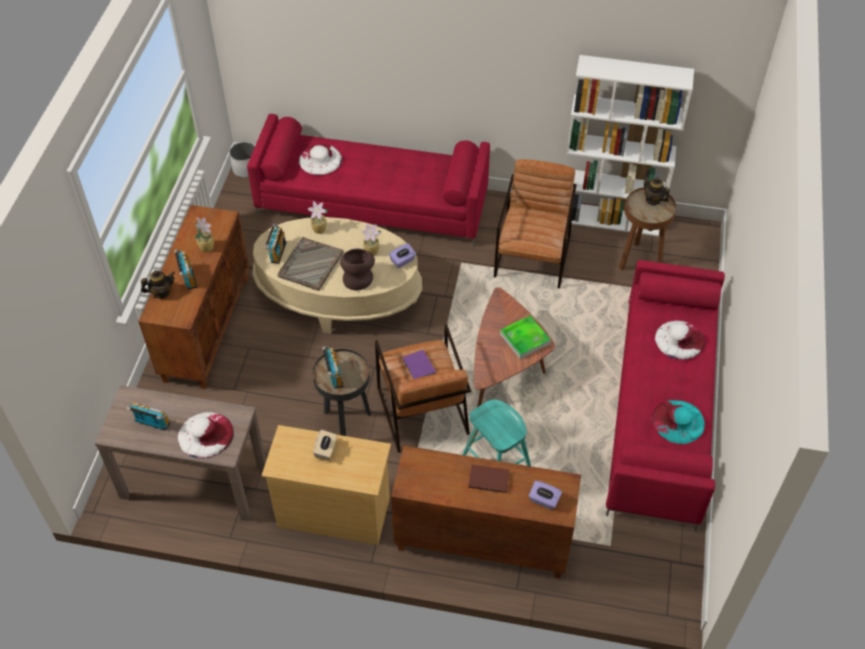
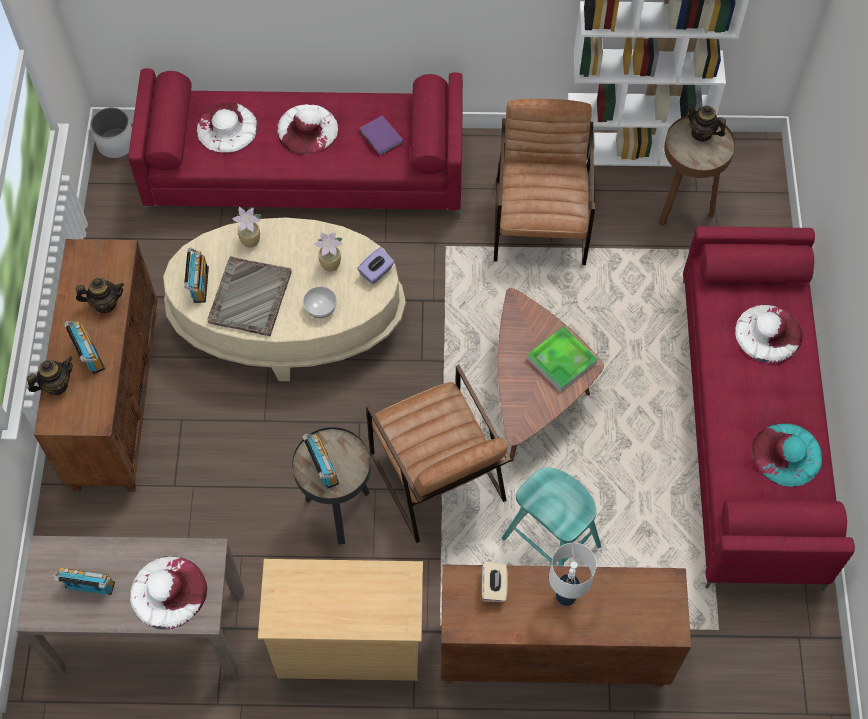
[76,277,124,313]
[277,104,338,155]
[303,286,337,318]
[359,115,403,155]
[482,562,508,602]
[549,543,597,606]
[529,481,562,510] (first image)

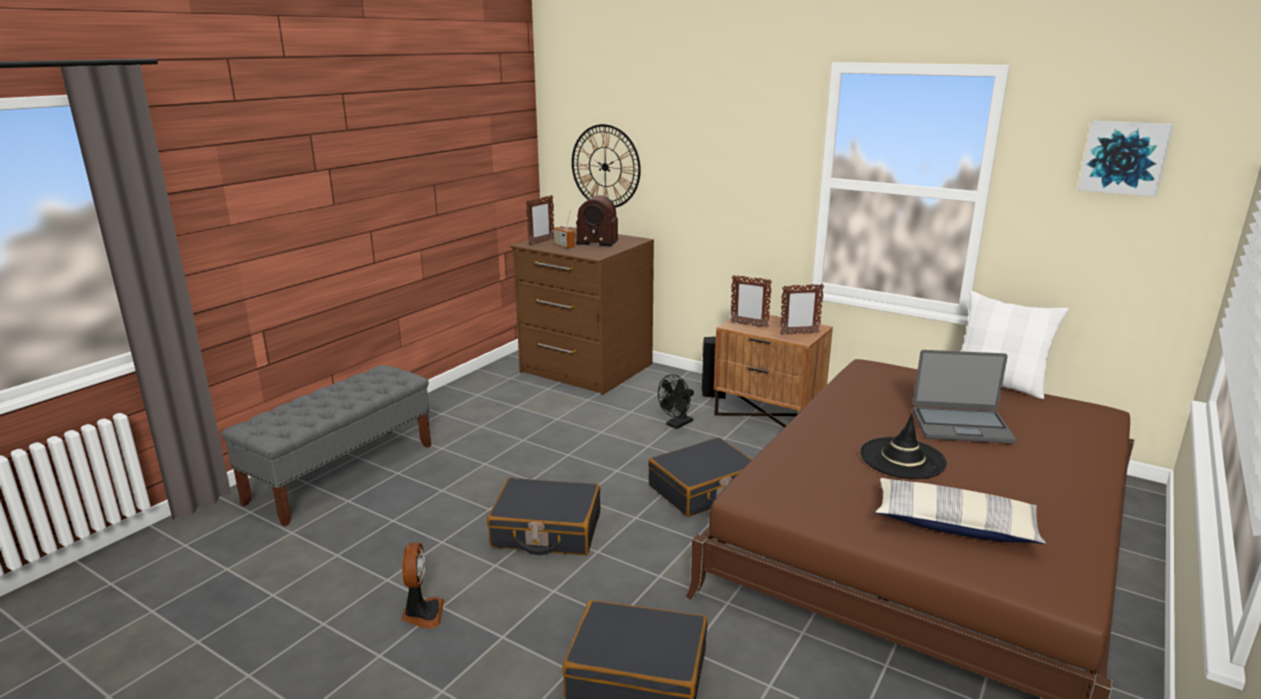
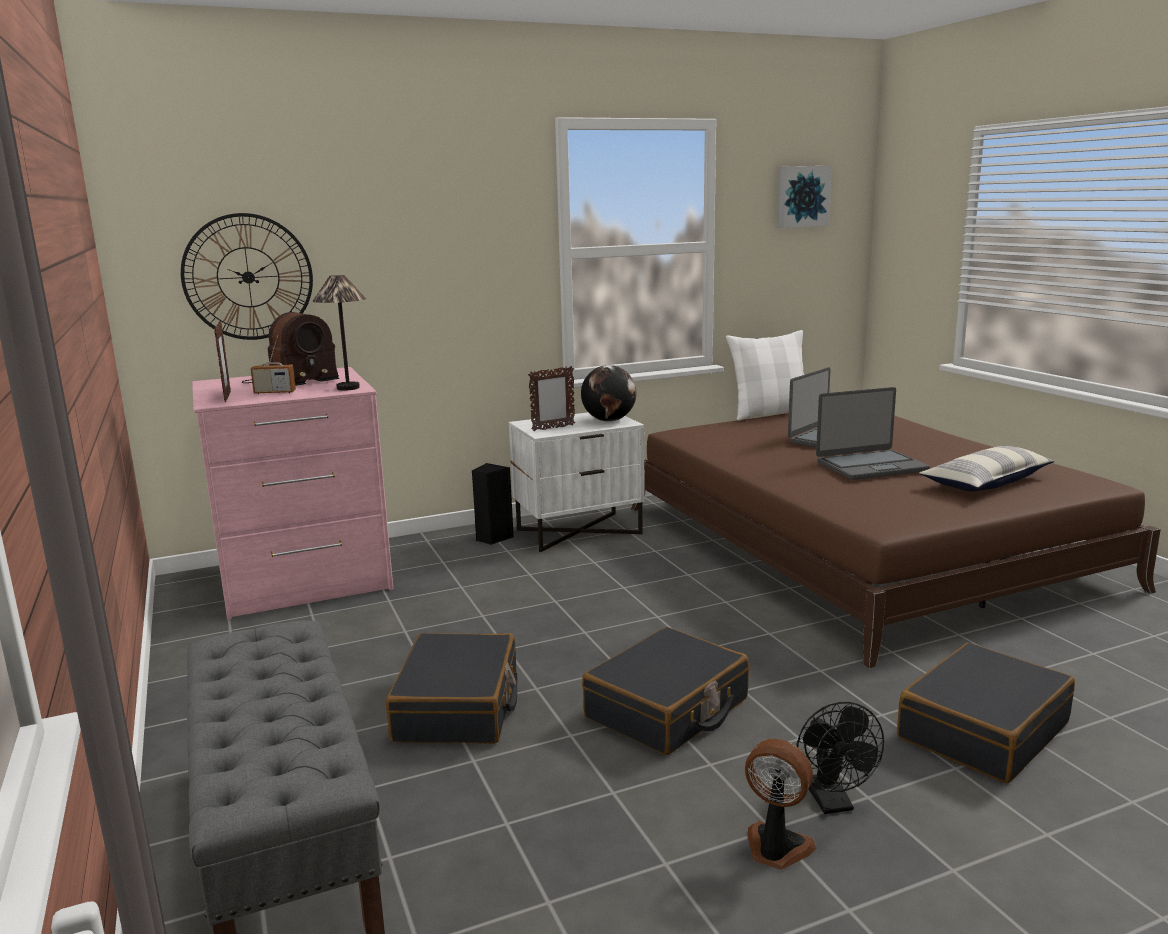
[192,367,393,620]
[313,275,366,391]
[386,633,517,744]
[509,412,645,552]
[581,365,636,422]
[796,702,884,814]
[816,387,930,480]

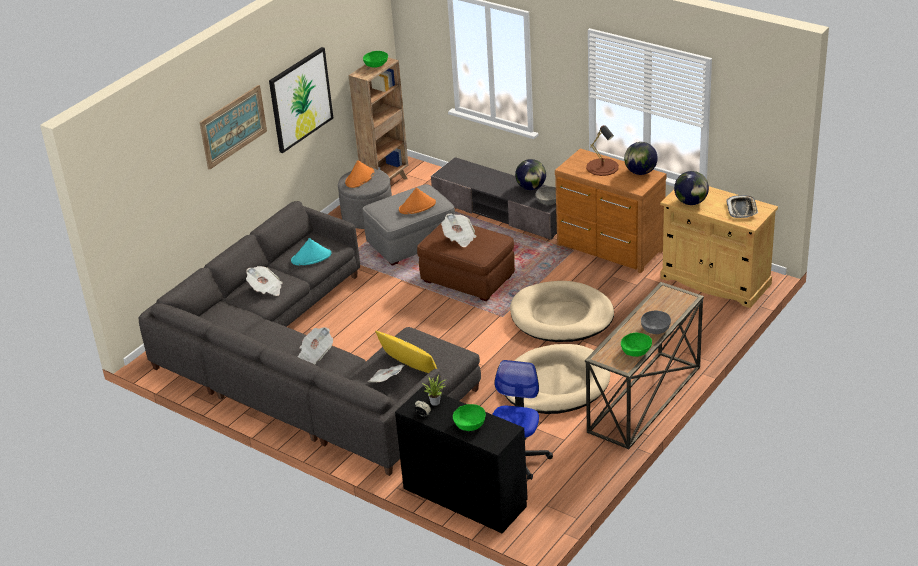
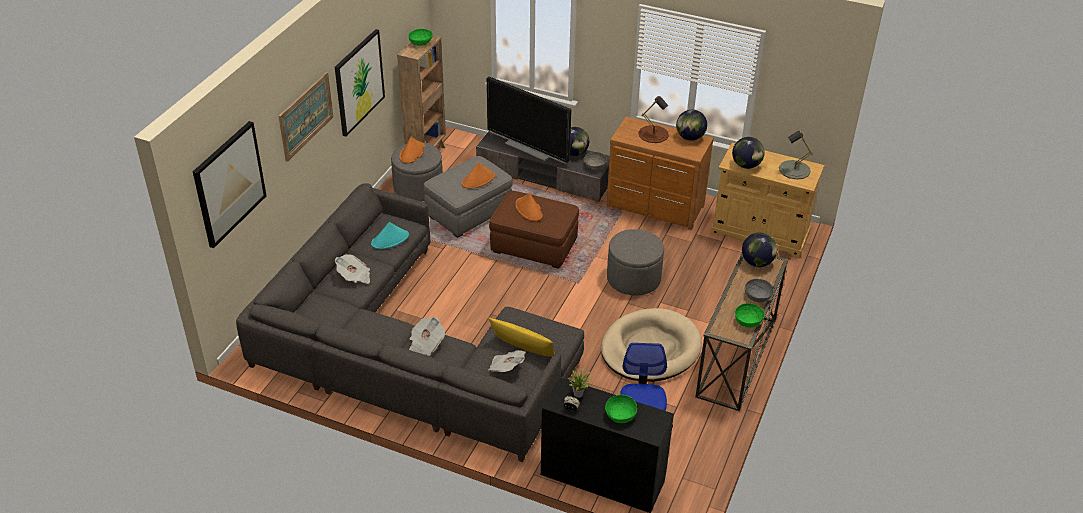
[193,121,267,248]
[486,77,571,164]
[515,193,543,222]
[607,229,664,296]
[742,232,777,267]
[779,131,813,179]

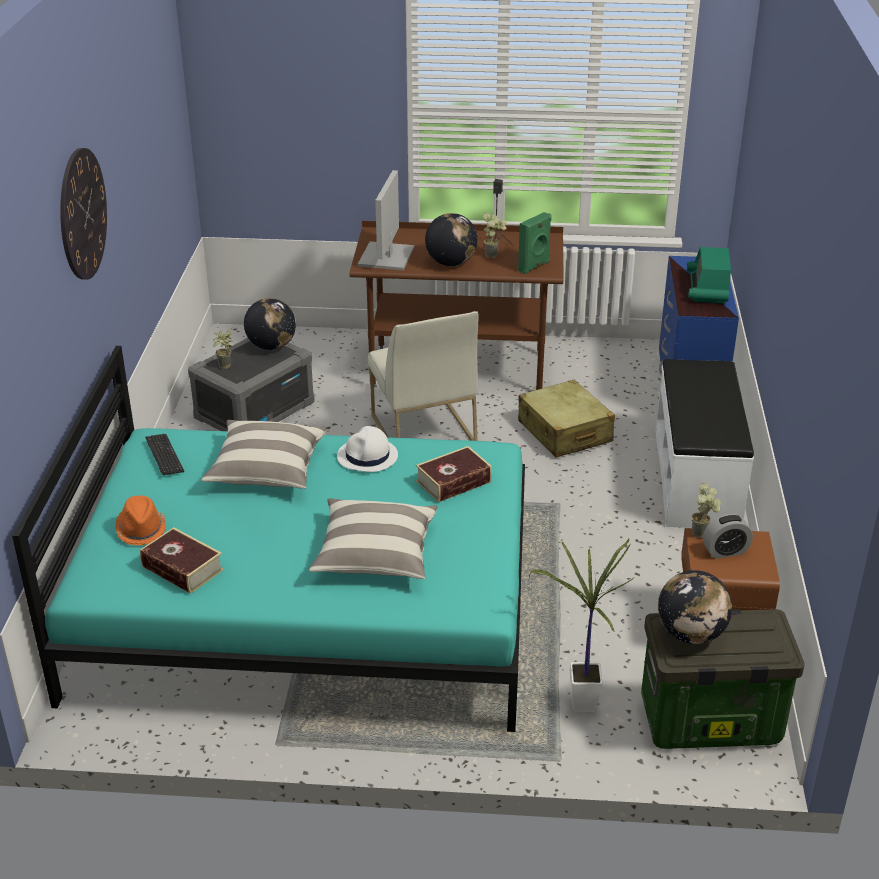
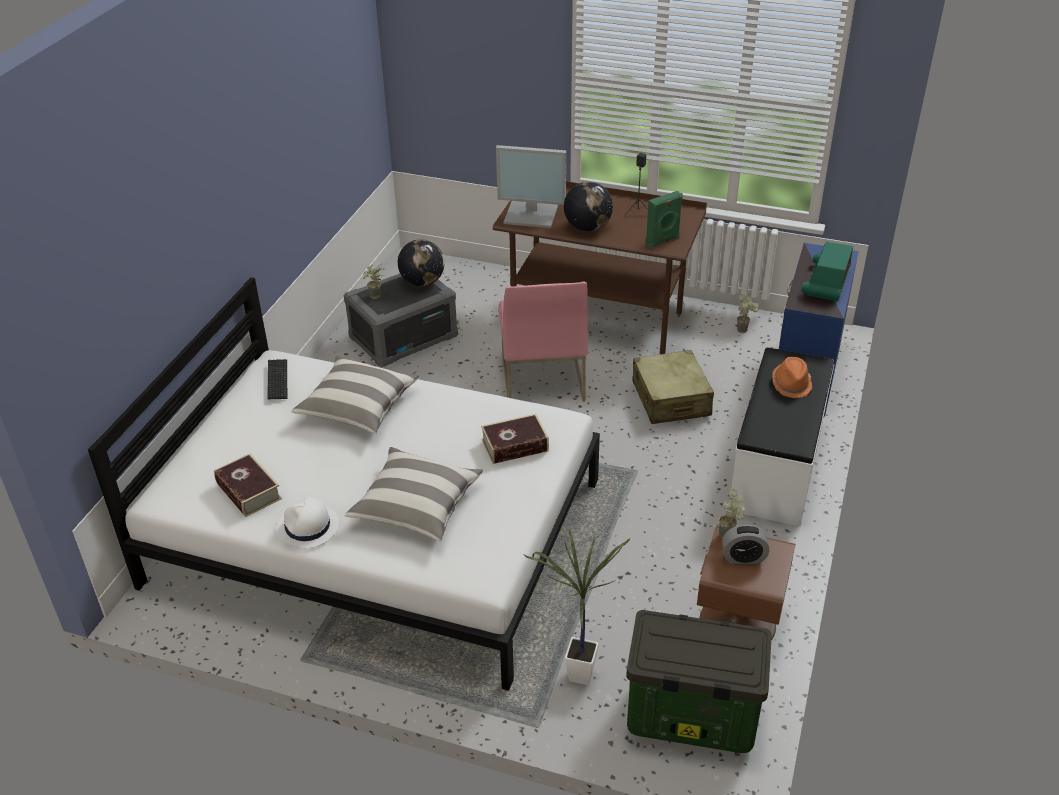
[88,277,600,691]
[276,497,339,549]
[496,145,566,228]
[498,281,588,402]
[737,294,759,333]
[772,357,812,398]
[60,148,107,280] (first image)
[658,570,732,644] (first image)

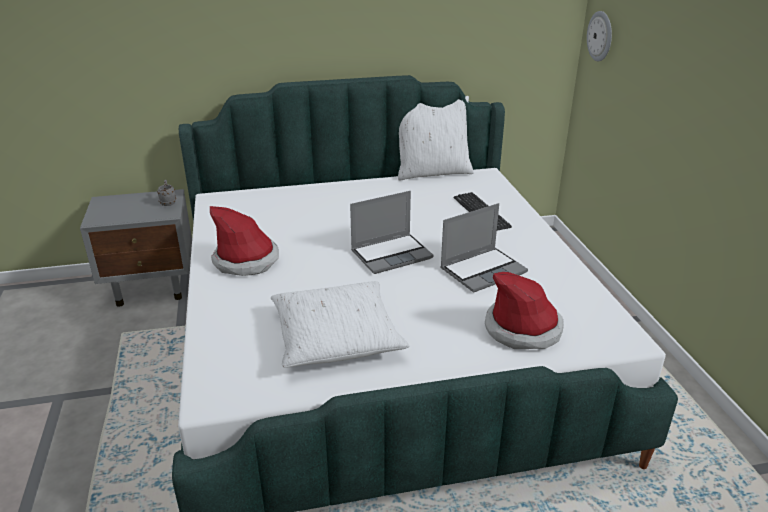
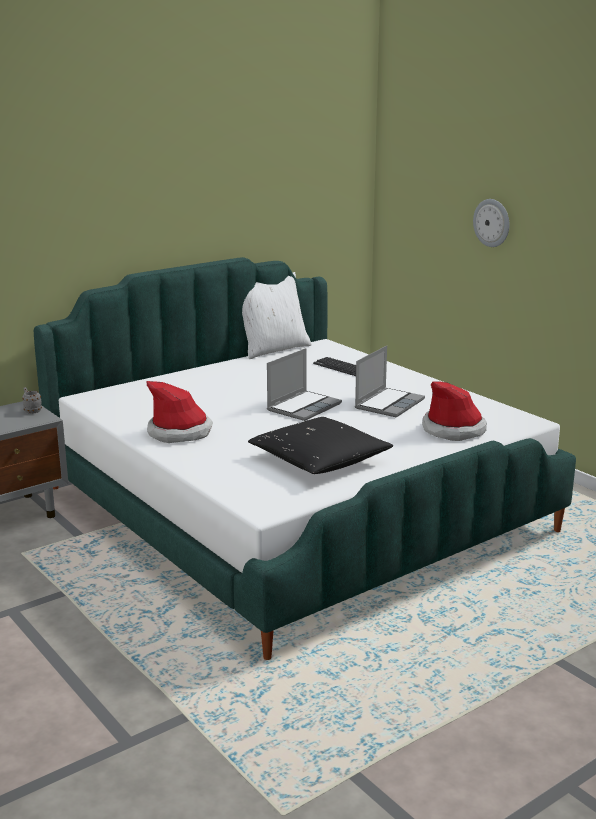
[248,417,393,474]
[473,199,510,247]

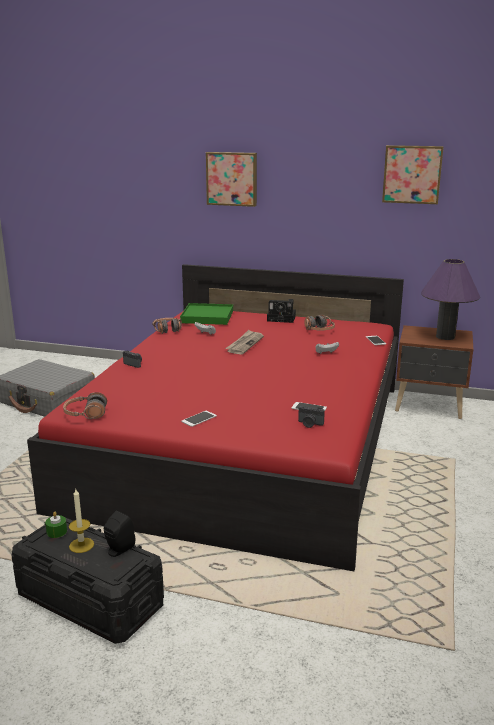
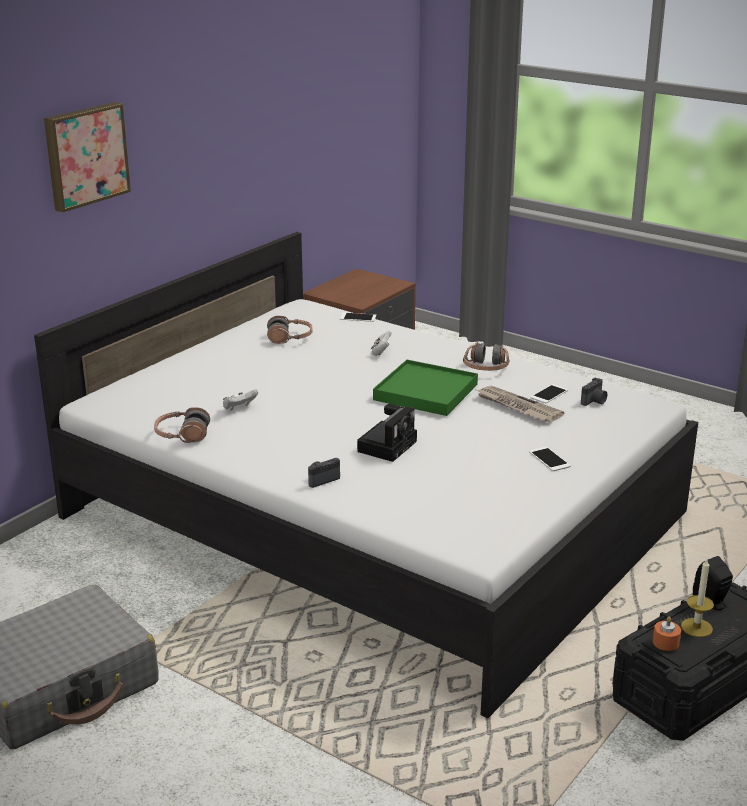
[34,232,698,718]
[357,404,417,462]
[373,360,478,416]
[463,342,509,371]
[477,386,565,423]
[653,617,681,651]
[382,145,444,204] (first image)
[421,259,480,340] (first image)

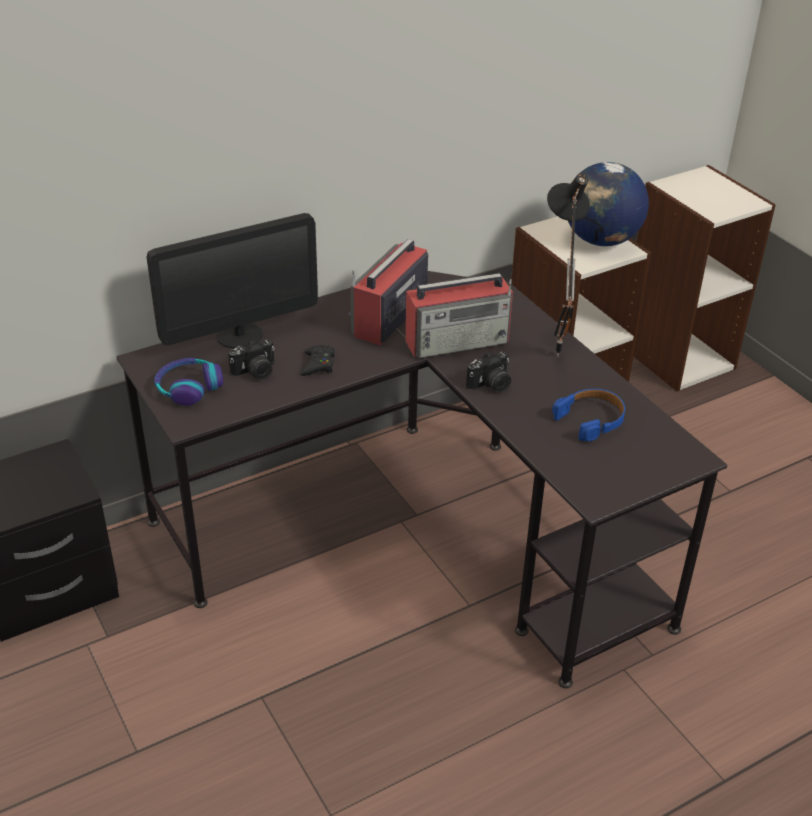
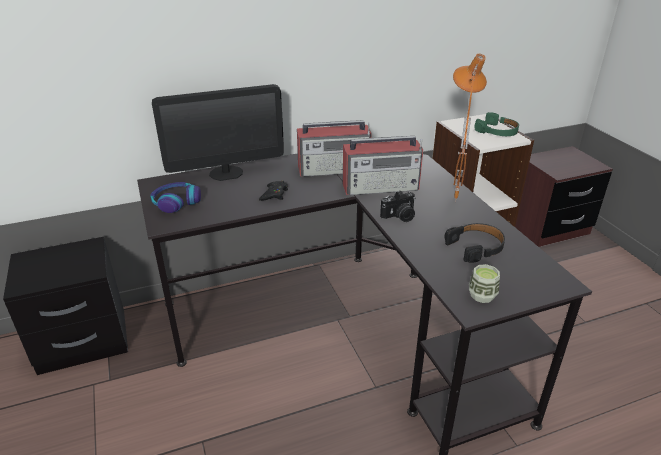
[297,120,372,177]
[444,223,505,263]
[453,54,487,202]
[469,264,500,303]
[474,112,519,136]
[515,146,613,247]
[228,339,275,380] (first image)

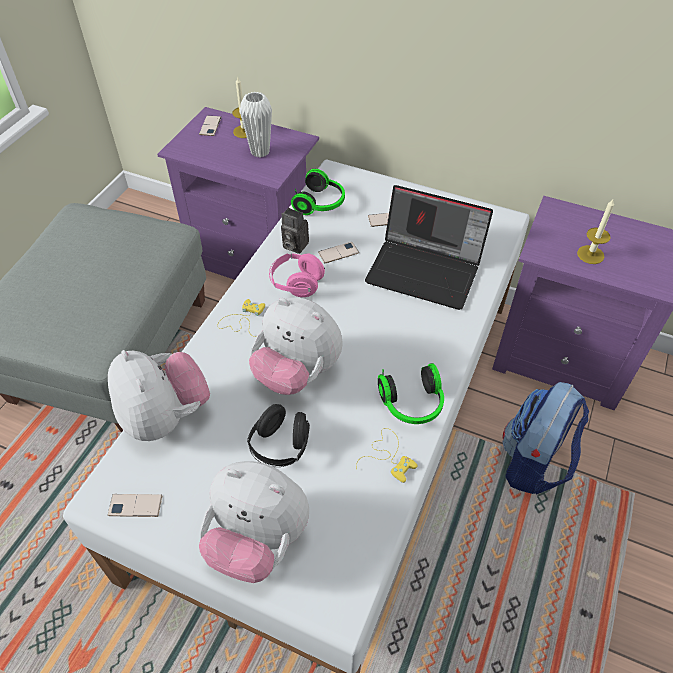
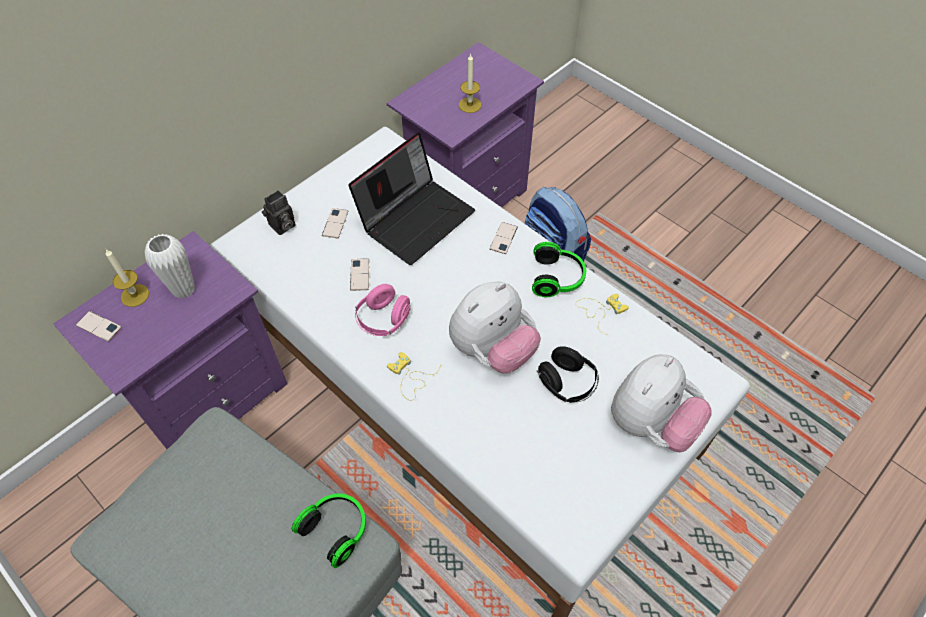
[262,190,296,235]
[292,493,366,568]
[490,222,518,254]
[108,350,210,441] (first image)

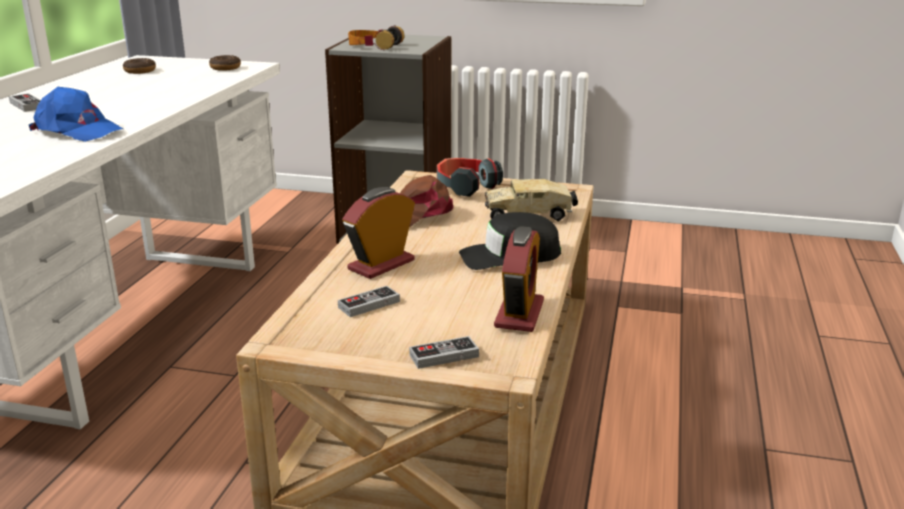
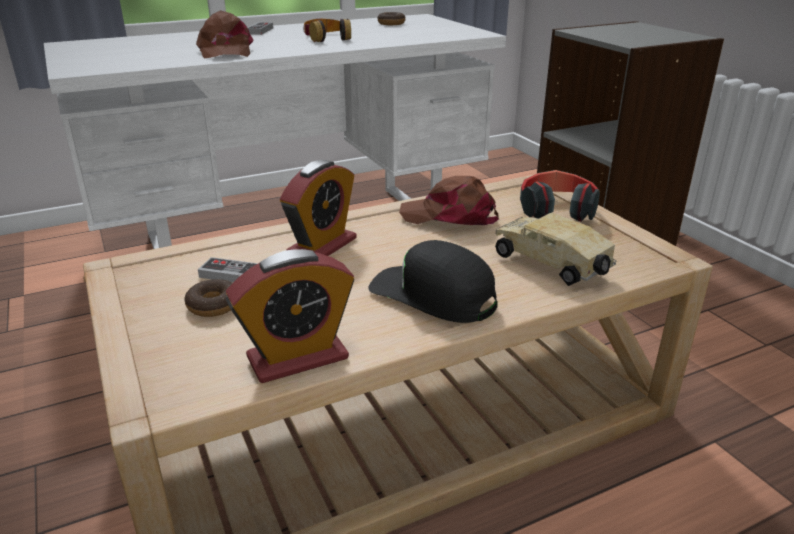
[184,279,232,317]
[196,10,254,59]
[280,160,357,256]
[303,19,351,42]
[409,336,479,369] (first image)

